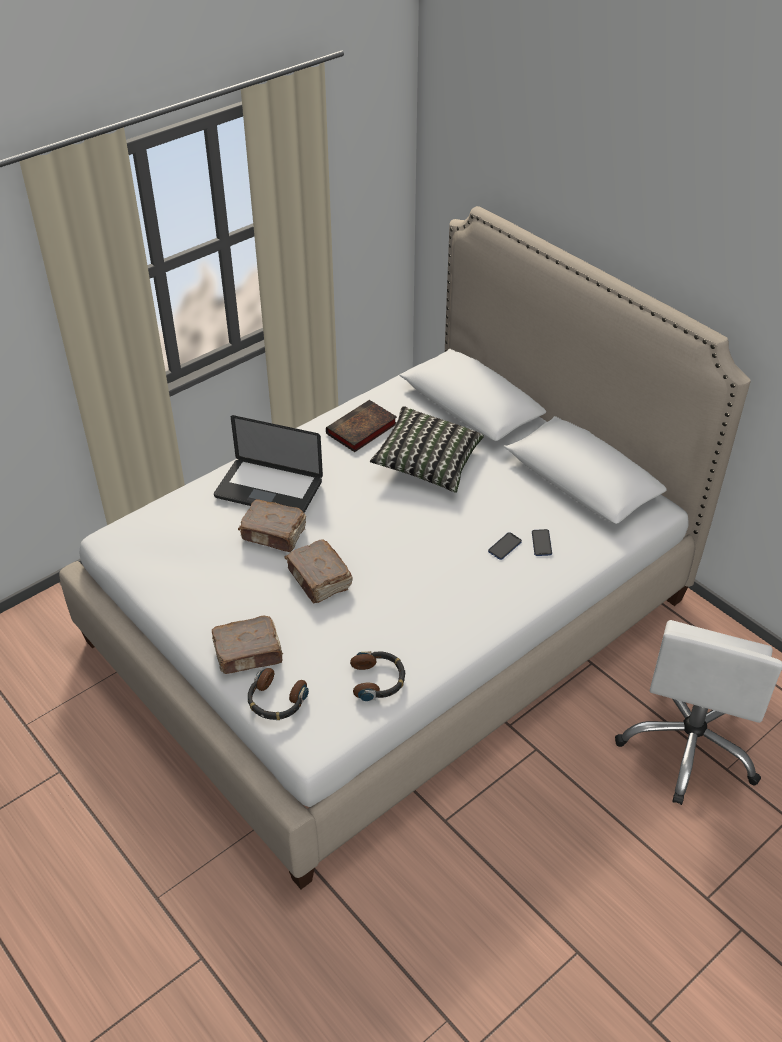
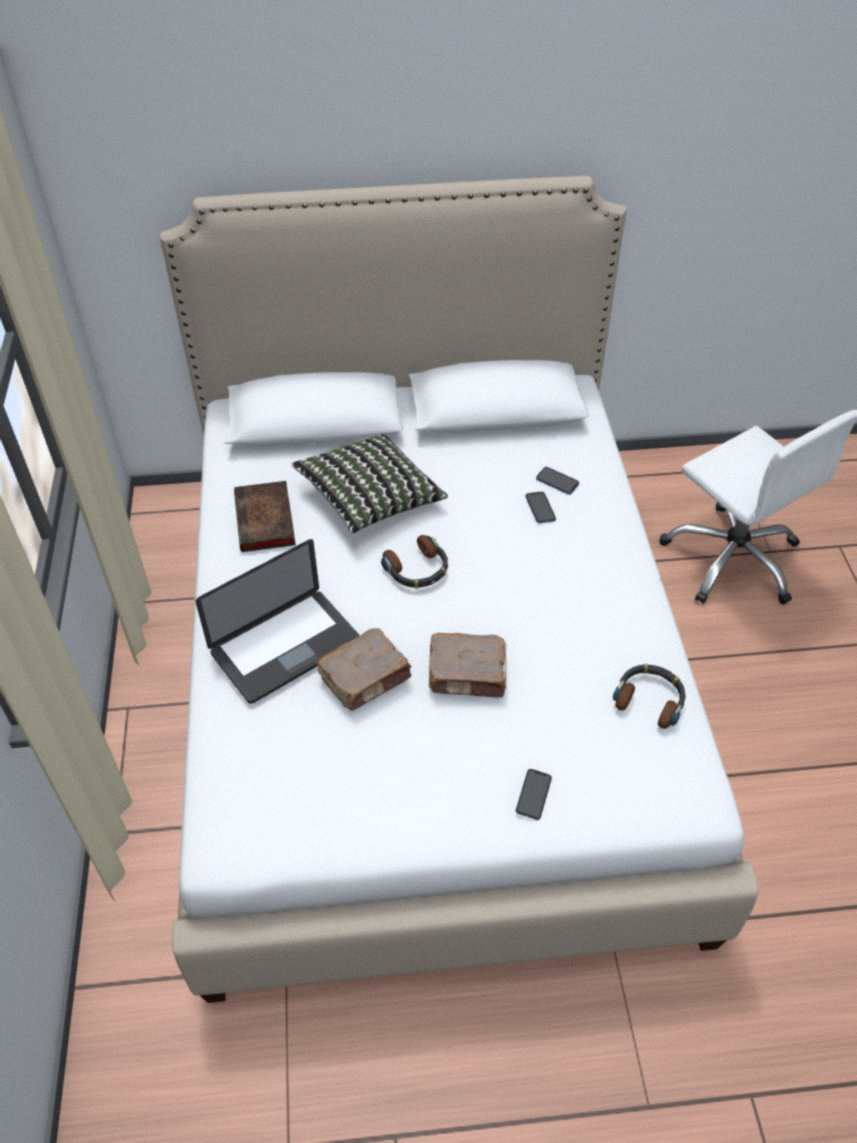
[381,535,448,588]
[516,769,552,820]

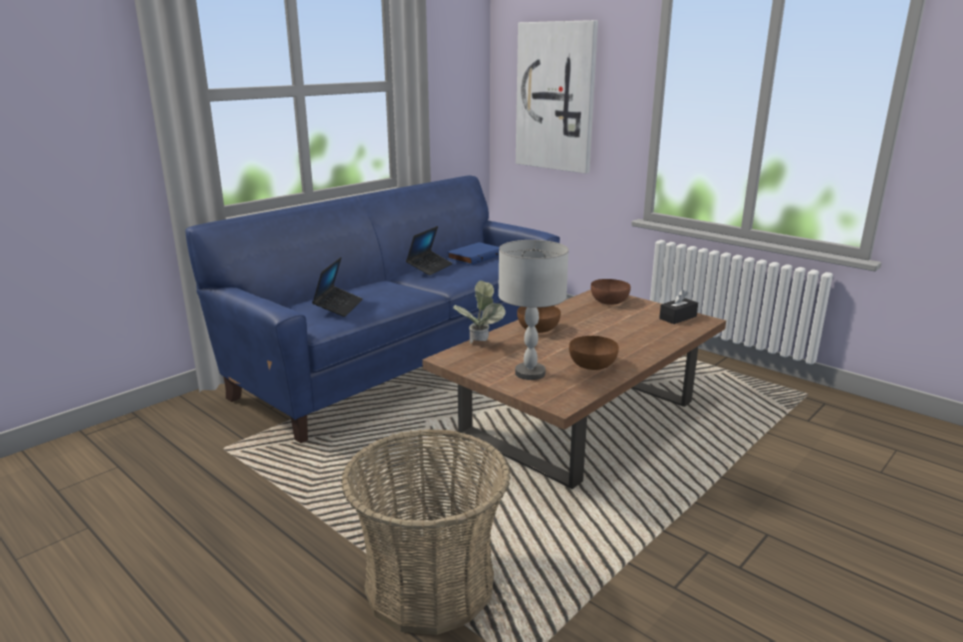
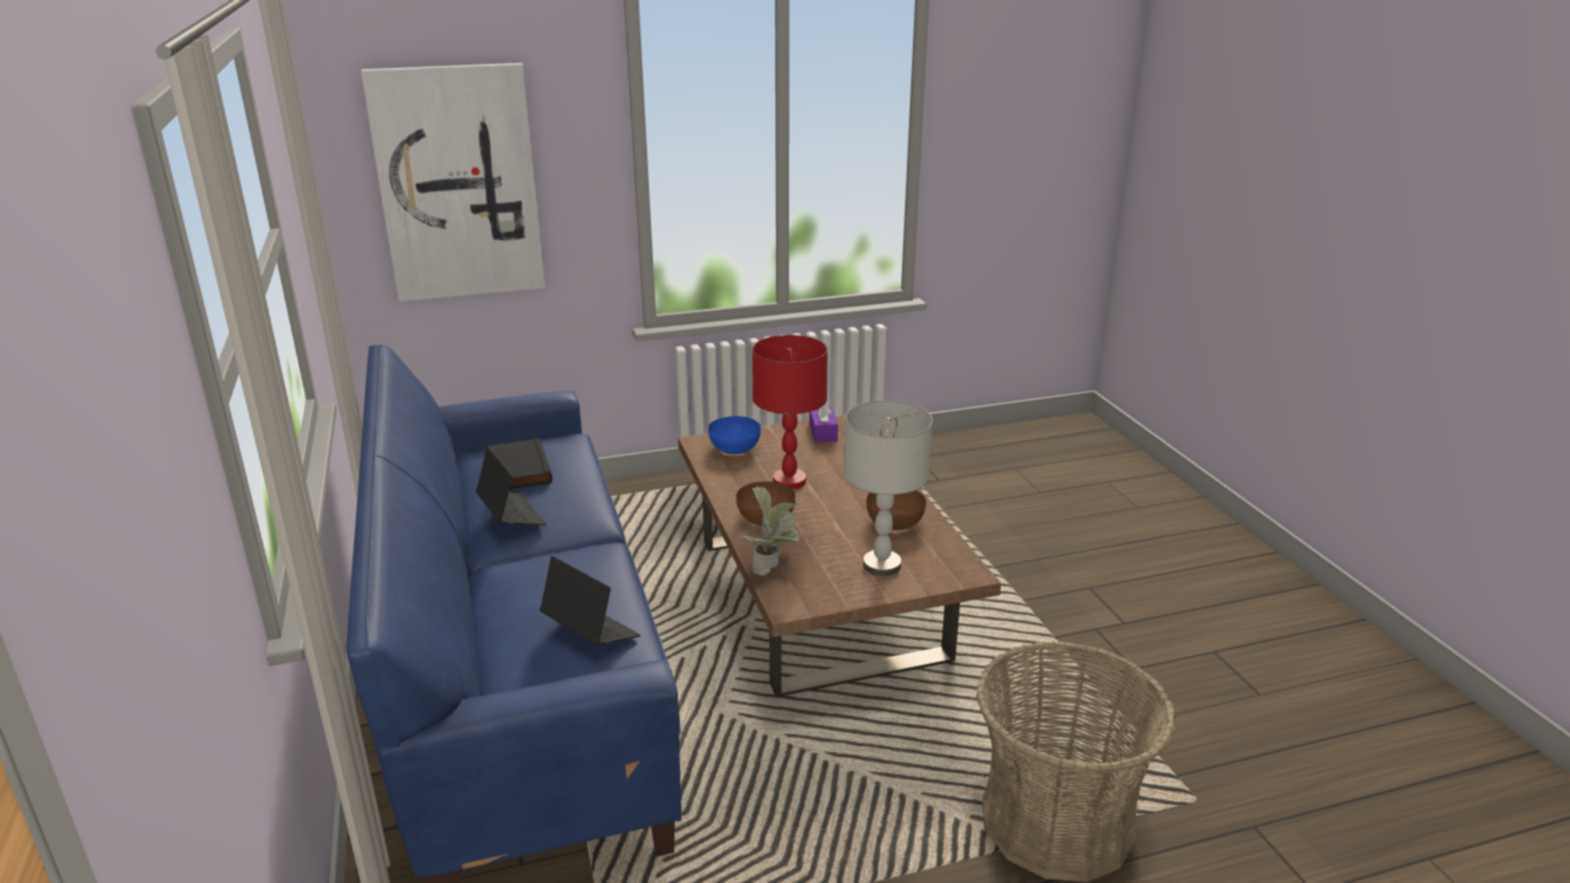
[488,438,552,489]
[708,416,761,454]
[752,335,828,489]
[809,401,838,443]

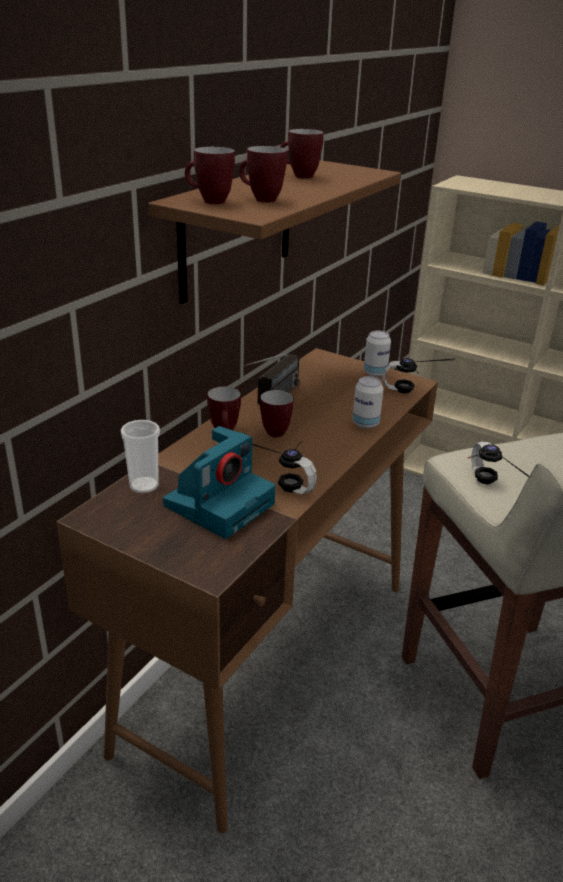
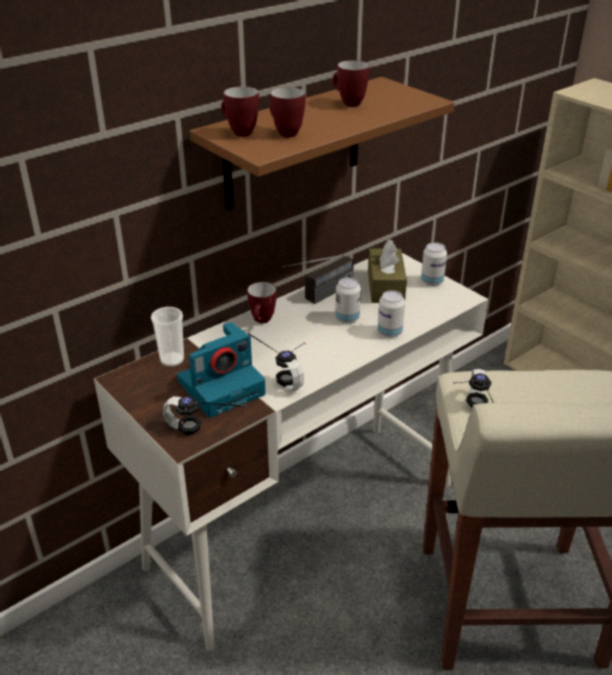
[94,253,488,651]
[163,396,247,435]
[335,277,361,323]
[368,239,407,303]
[260,390,294,437] (first image)

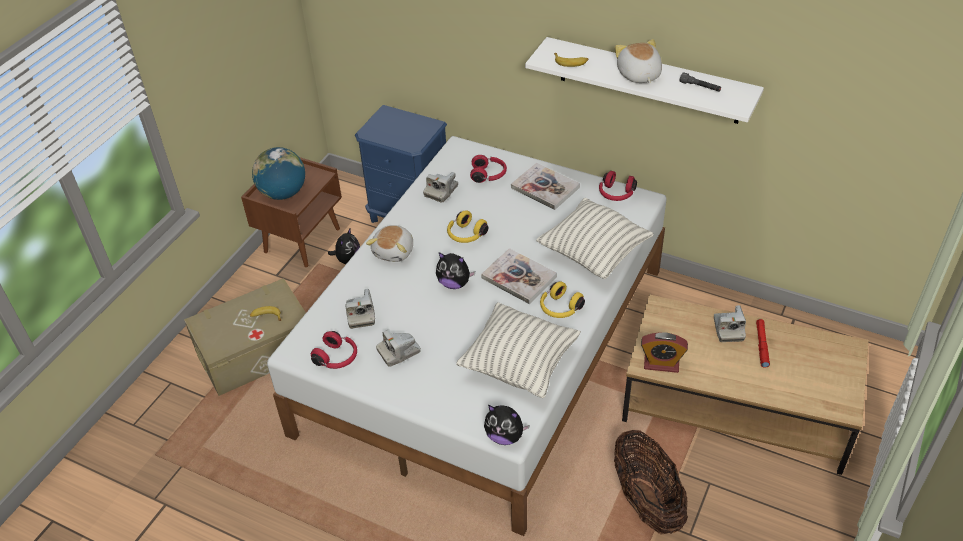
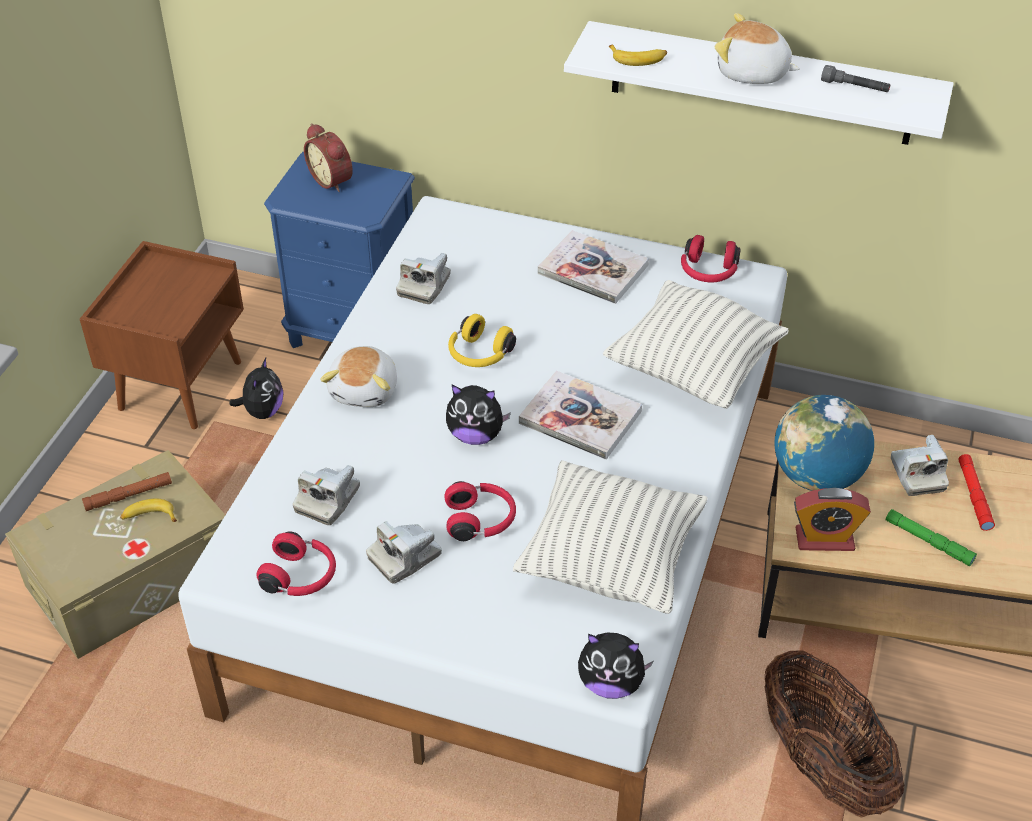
[82,472,172,511]
[293,465,360,525]
[304,123,353,192]
[445,481,516,541]
[715,13,800,84]
[774,395,874,491]
[886,509,977,566]
[540,281,585,318] (first image)

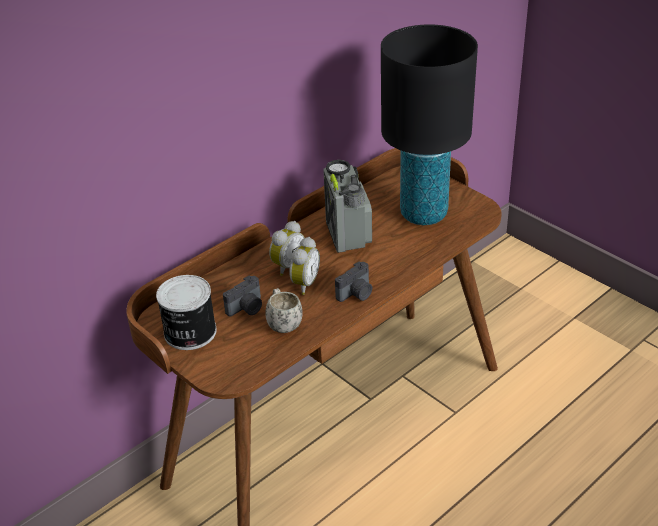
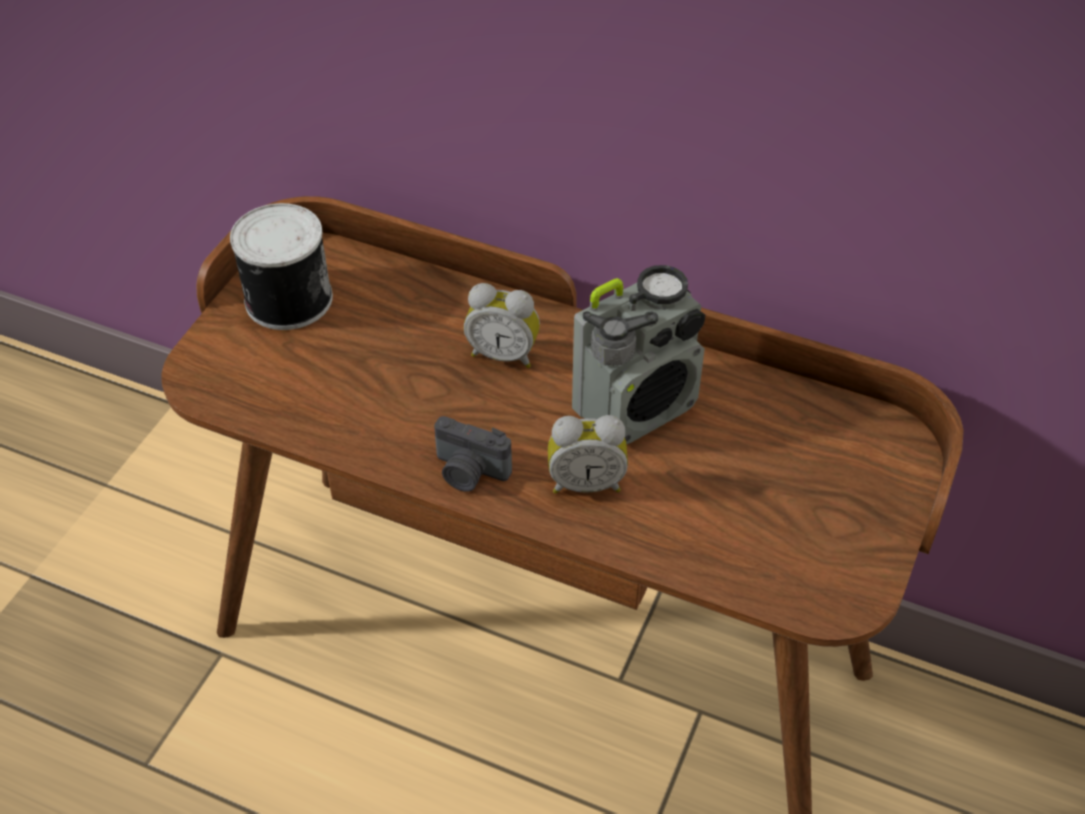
[548,415,628,494]
[223,275,262,317] (first image)
[265,288,302,333] (first image)
[381,24,478,225] (first image)

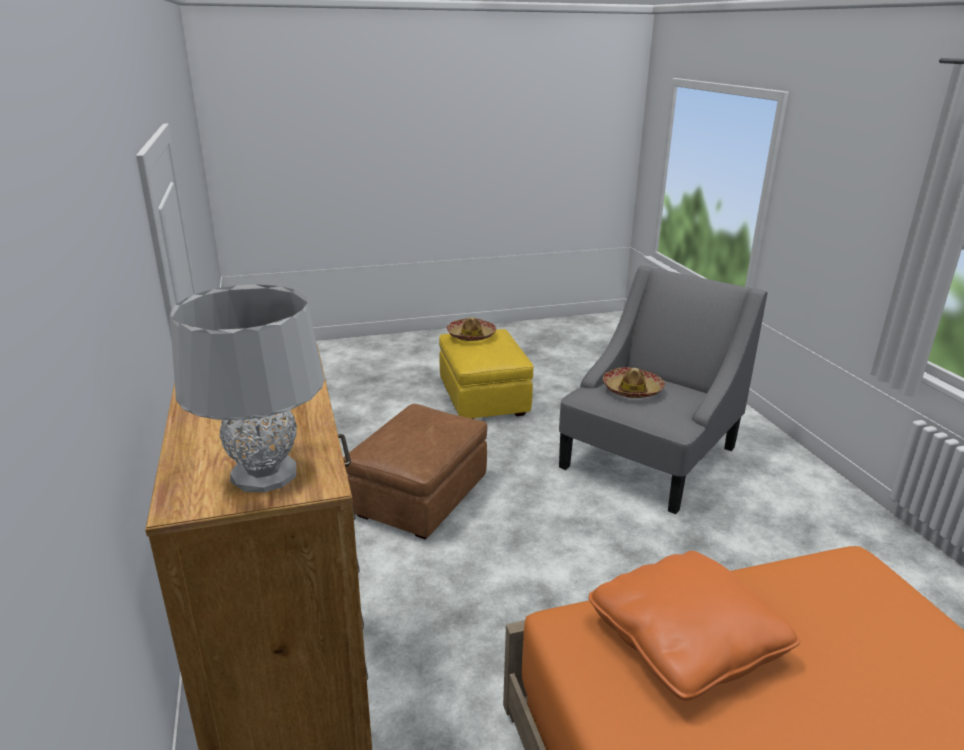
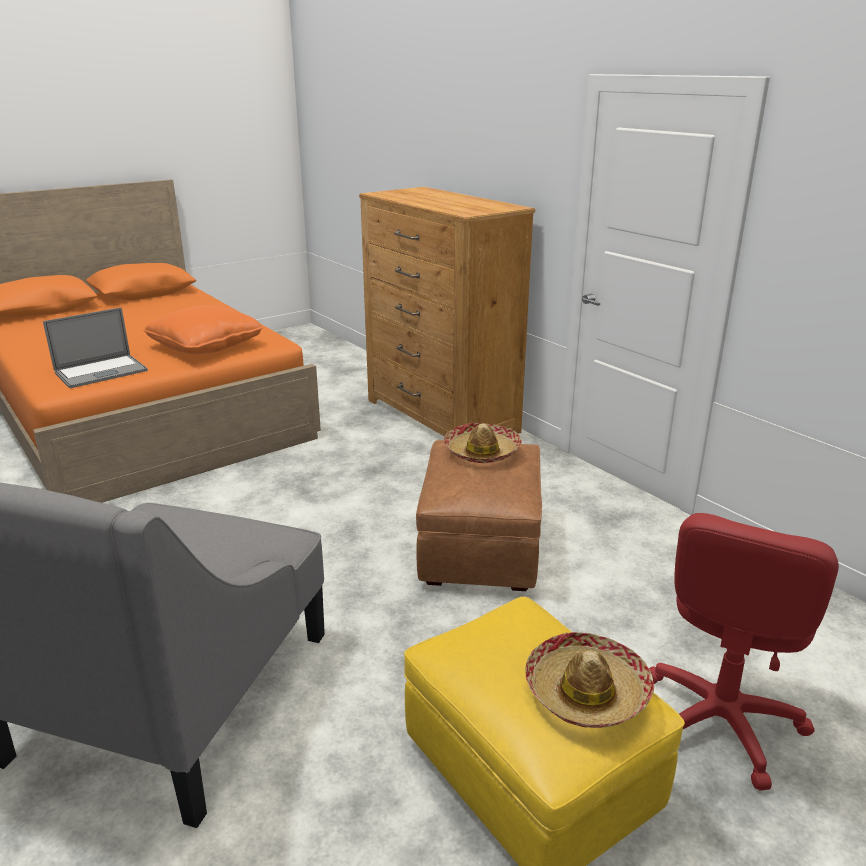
[43,307,148,388]
[444,423,522,463]
[649,513,839,791]
[170,284,325,492] (first image)

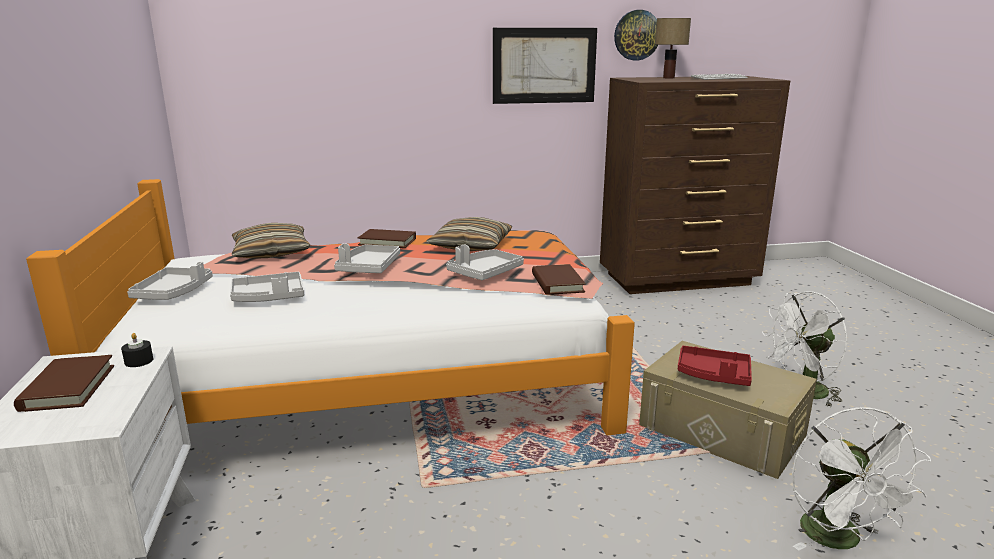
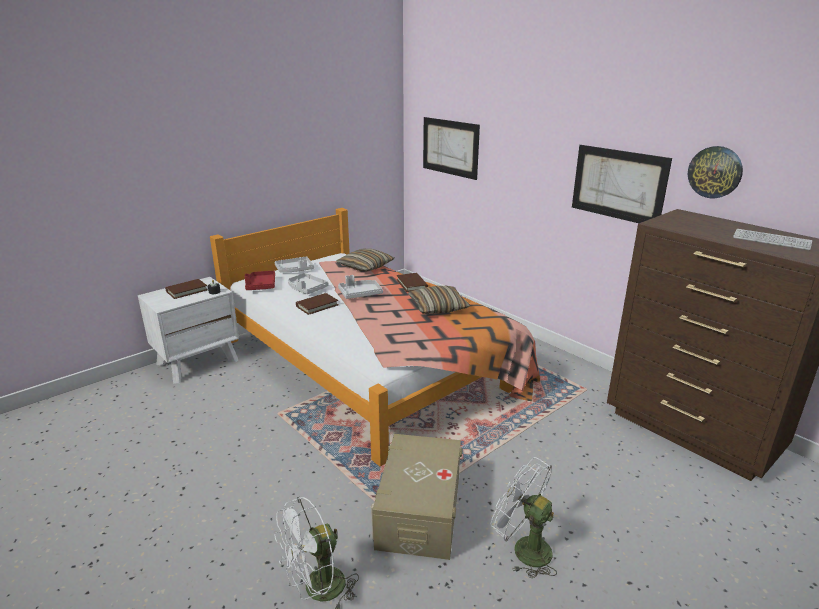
[245,271,275,290]
[296,293,339,315]
[423,117,480,180]
[446,245,524,280] (first image)
[655,18,691,78] (first image)

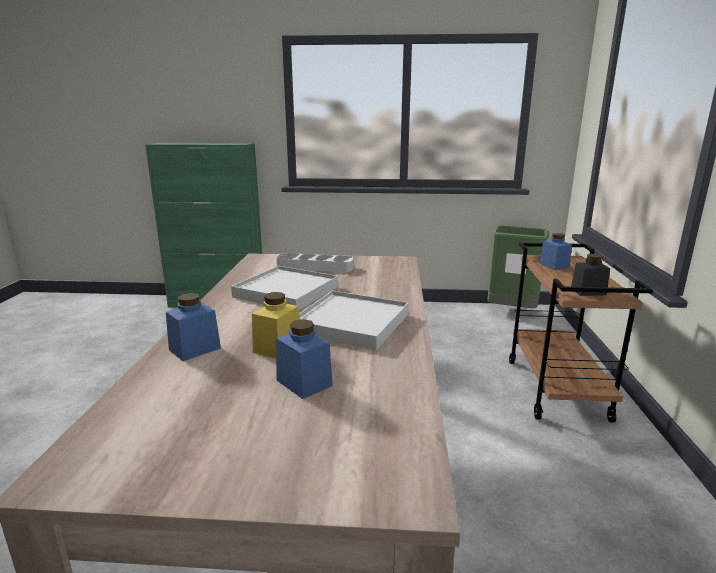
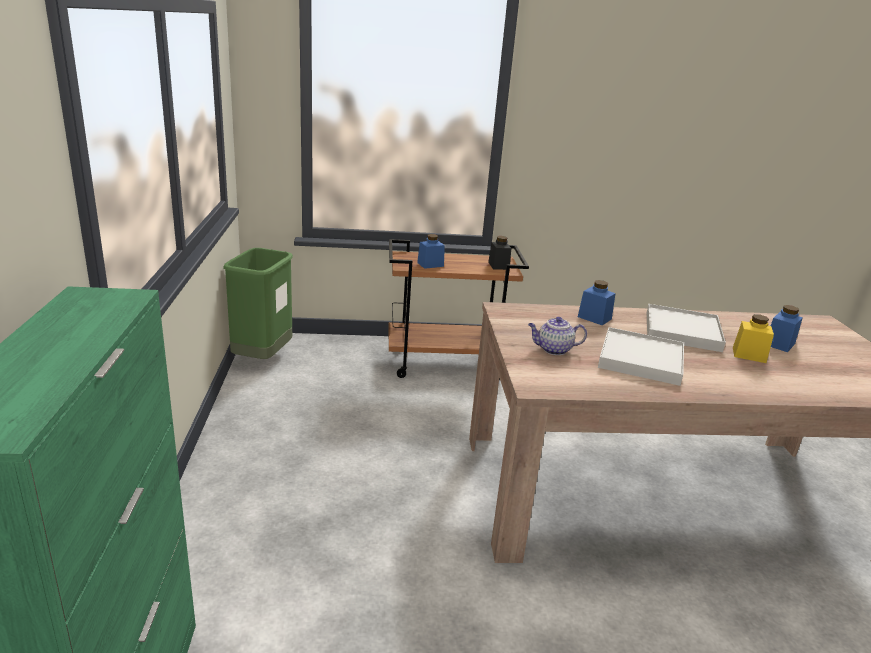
[528,317,587,355]
[578,280,616,325]

